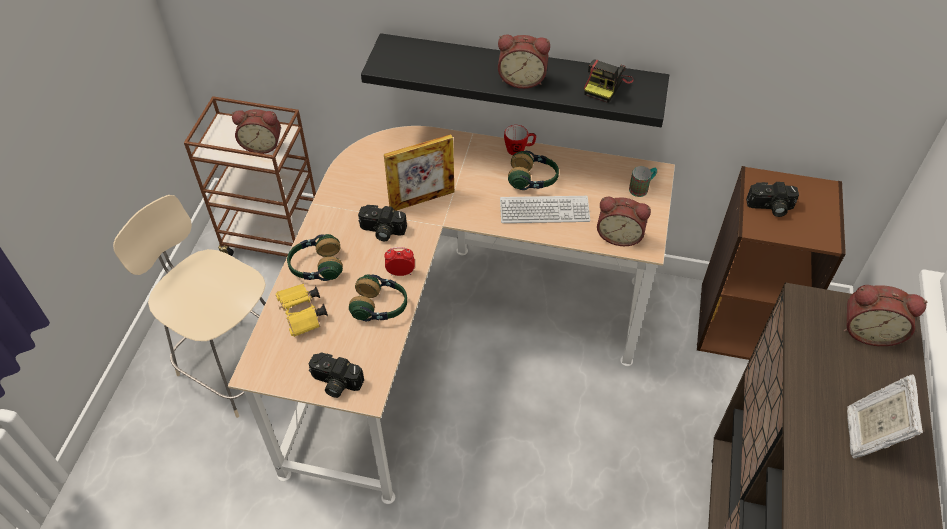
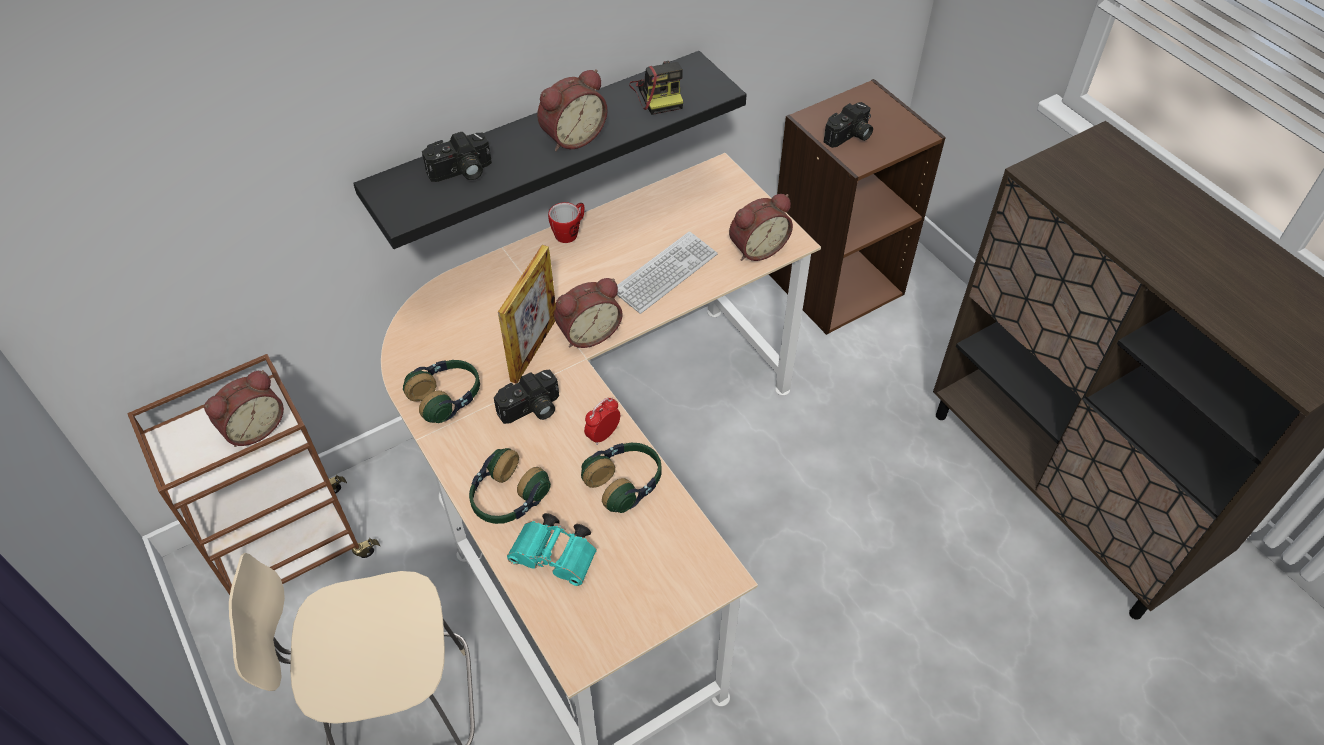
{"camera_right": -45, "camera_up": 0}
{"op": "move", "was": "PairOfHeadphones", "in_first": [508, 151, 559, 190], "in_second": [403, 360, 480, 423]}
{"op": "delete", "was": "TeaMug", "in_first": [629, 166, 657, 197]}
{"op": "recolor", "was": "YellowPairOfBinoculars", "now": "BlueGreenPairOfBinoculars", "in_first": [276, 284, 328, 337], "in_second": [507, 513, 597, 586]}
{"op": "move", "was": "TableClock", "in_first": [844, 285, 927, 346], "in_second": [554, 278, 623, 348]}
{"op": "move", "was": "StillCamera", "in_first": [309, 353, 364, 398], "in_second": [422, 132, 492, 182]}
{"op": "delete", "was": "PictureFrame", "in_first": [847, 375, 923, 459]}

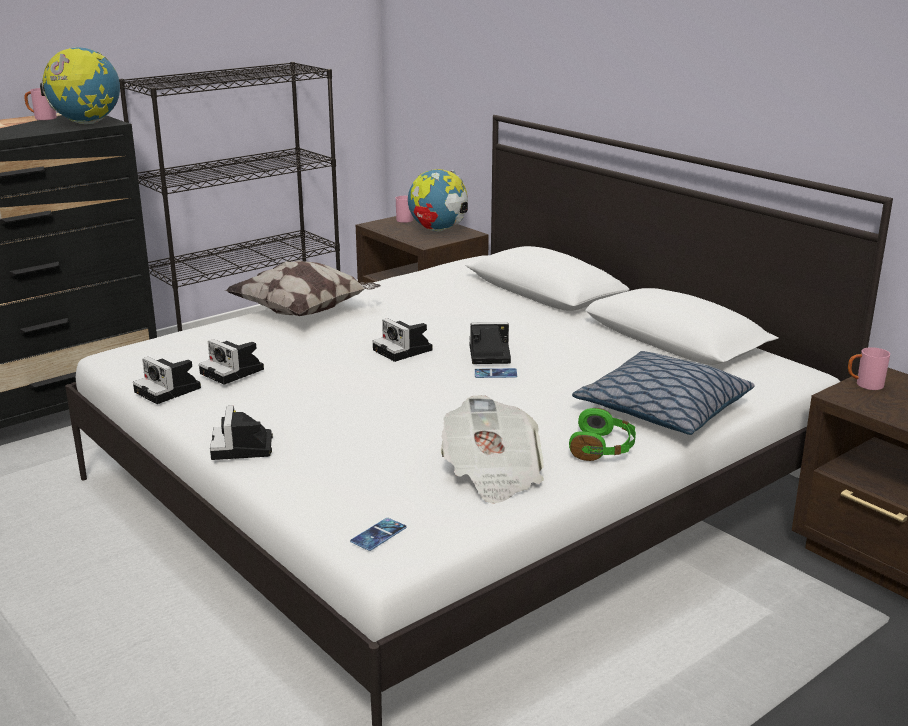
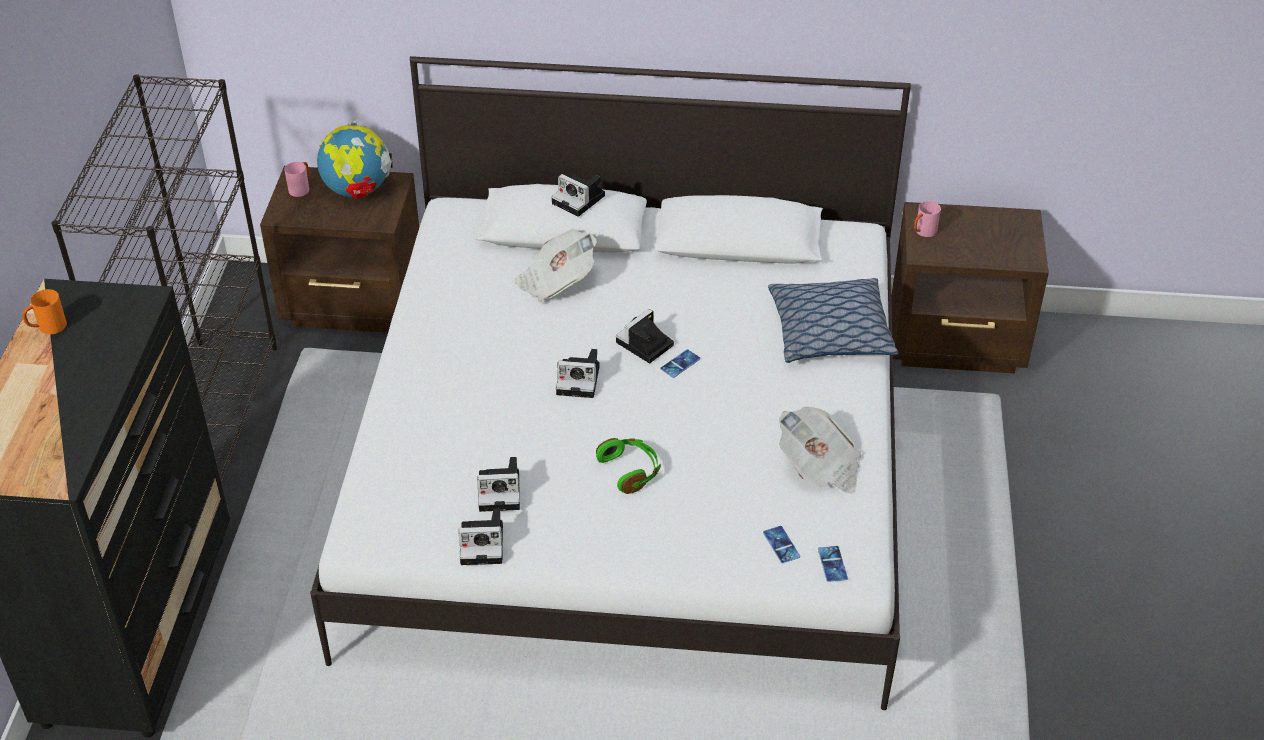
{"camera_right": -45, "camera_up": 20}
{"op": "delete", "was": "WorldGlobe", "in_first": [40, 47, 120, 124]}
{"op": "recolor", "was": "PinkishTeaMug", "now": "OrangeyTeaMug", "in_first": [24, 88, 57, 120], "in_second": [22, 289, 67, 334]}
{"op": "delete", "was": "ThrowPillow", "in_first": [225, 260, 381, 316]}
{"op": "move", "was": "StillCamera", "in_first": [210, 405, 273, 460], "in_second": [552, 174, 605, 217]}
{"op": "move", "was": "GreenColouredPairOfHeadphones", "in_first": [569, 408, 636, 461], "in_second": [596, 438, 661, 494]}
{"op": "insert", "now": "PrintedPaper", "in_second": [515, 229, 597, 302]}
{"op": "insert", "now": "Telephone", "in_second": [763, 526, 800, 563]}

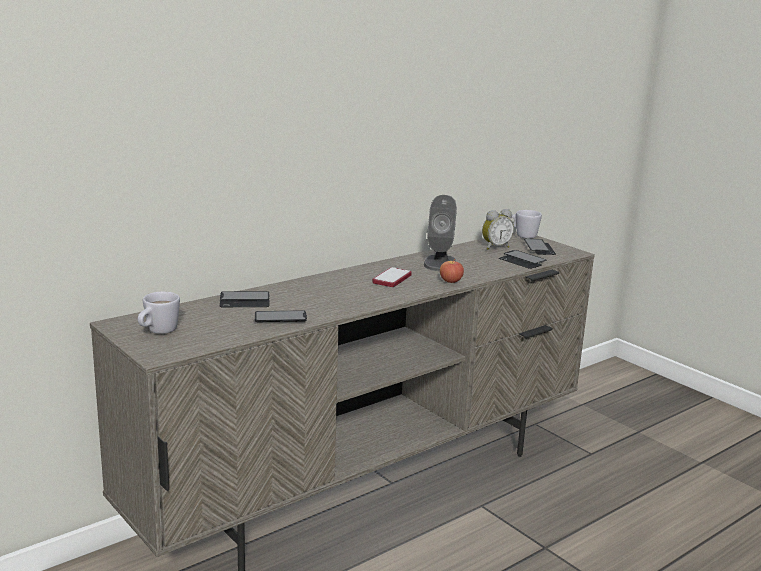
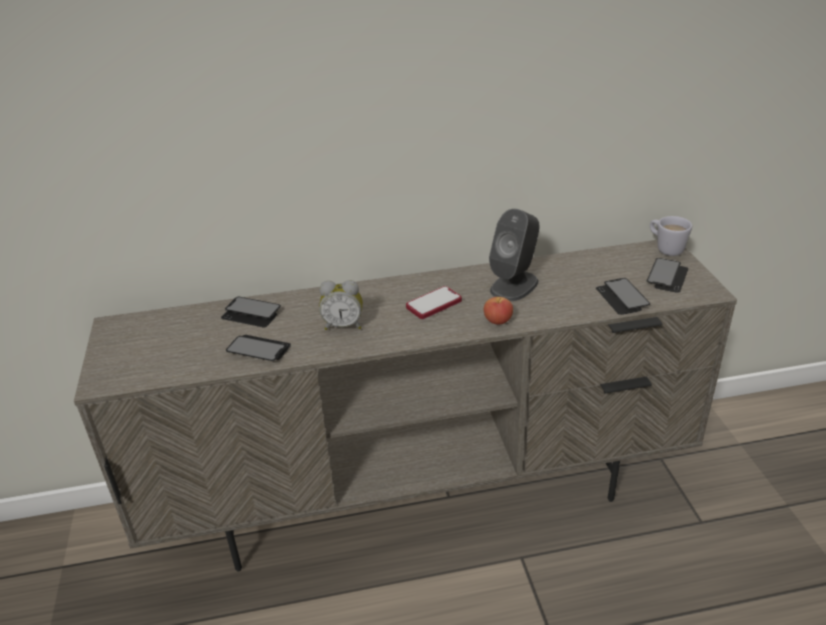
{"camera_right": 30, "camera_up": 15}
{"op": "move", "was": "TableClock", "in_first": [482, 209, 514, 250], "in_second": [319, 280, 363, 330]}
{"op": "delete", "was": "WhiteColouredTeaMug", "in_first": [138, 291, 180, 334]}

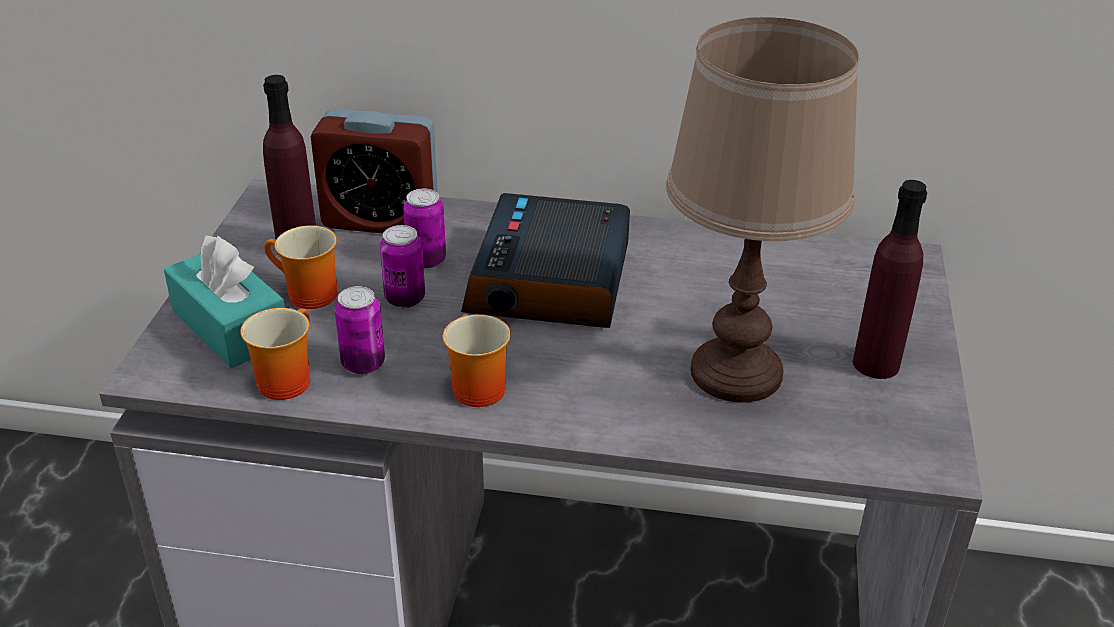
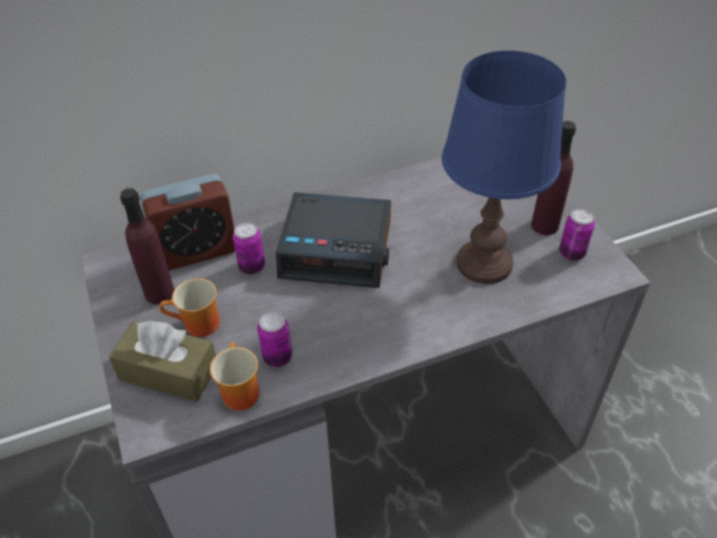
{"camera_right": -30, "camera_up": 10}
{"op": "recolor", "was": "BrownTableLamp", "now": "BlueTableLamp", "in_first": [666, 17, 859, 402], "in_second": [442, 50, 566, 284]}
{"op": "rotate", "was": "TableClock", "in_first": [461, 193, 630, 328], "in_second": [276, 192, 391, 288], "clockwise": -60}
{"op": "move", "was": "Can", "in_first": [380, 225, 425, 308], "in_second": [559, 209, 595, 261]}
{"op": "recolor", "was": "BlueGreenBoxOfTissues", "now": "BrownBoxOfTissues", "in_first": [164, 236, 285, 368], "in_second": [109, 320, 216, 402]}
{"op": "delete", "was": "TeaMug", "in_first": [443, 314, 511, 407]}

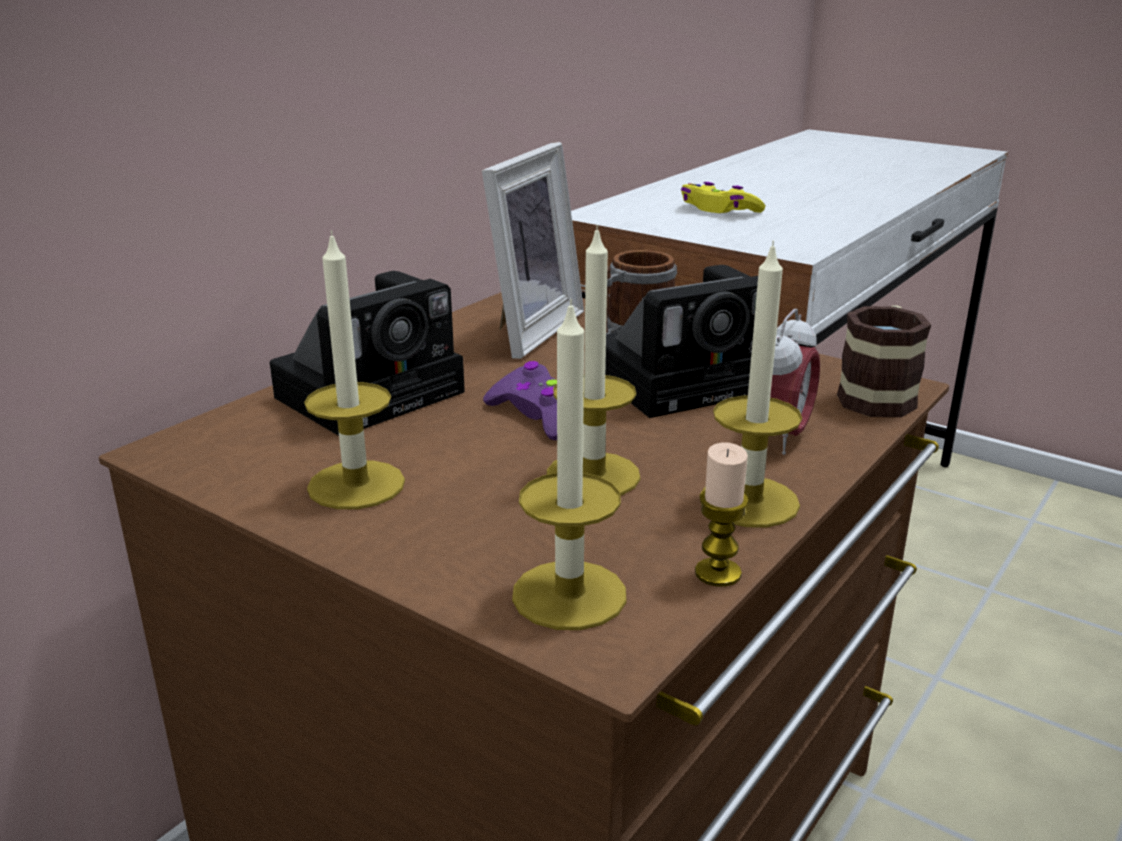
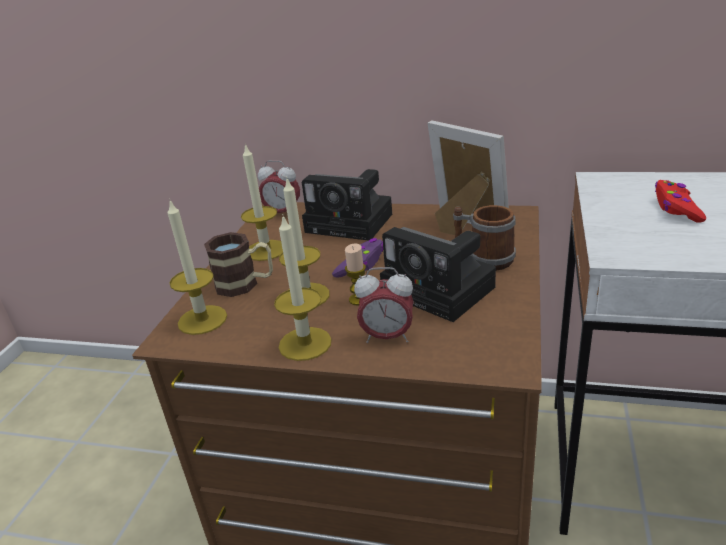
{"camera_right": 70, "camera_up": 5}
{"op": "rotate", "was": "PictureFrame", "in_first": [482, 142, 584, 359], "in_second": [427, 120, 509, 235], "clockwise": -135}
{"op": "recolor", "was": "YellowGamepad", "now": "ReddishGamepad", "in_first": [681, 182, 765, 213], "in_second": [655, 180, 706, 223]}
{"op": "move", "was": "TeaMug", "in_first": [837, 305, 931, 417], "in_second": [204, 232, 273, 297]}
{"op": "move", "was": "WaxCandle", "in_first": [695, 443, 749, 587], "in_second": [345, 244, 366, 305]}
{"op": "insert", "now": "TableClock", "in_second": [258, 160, 300, 213]}

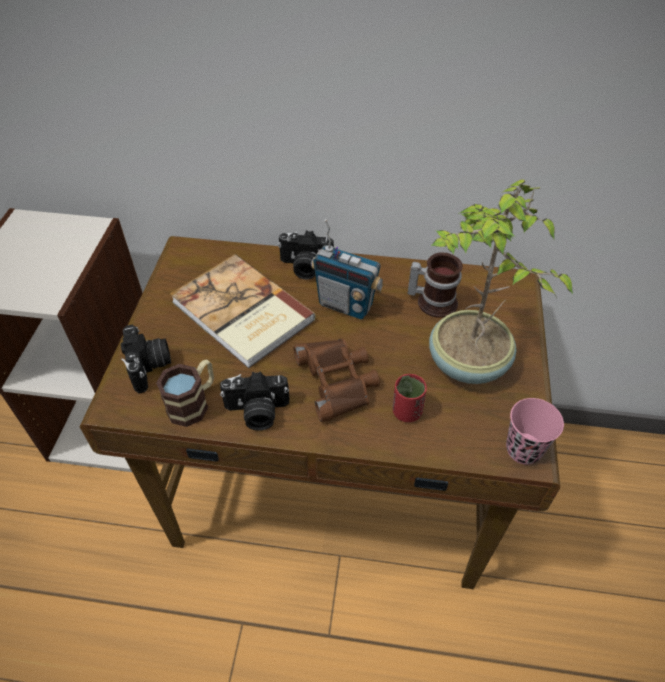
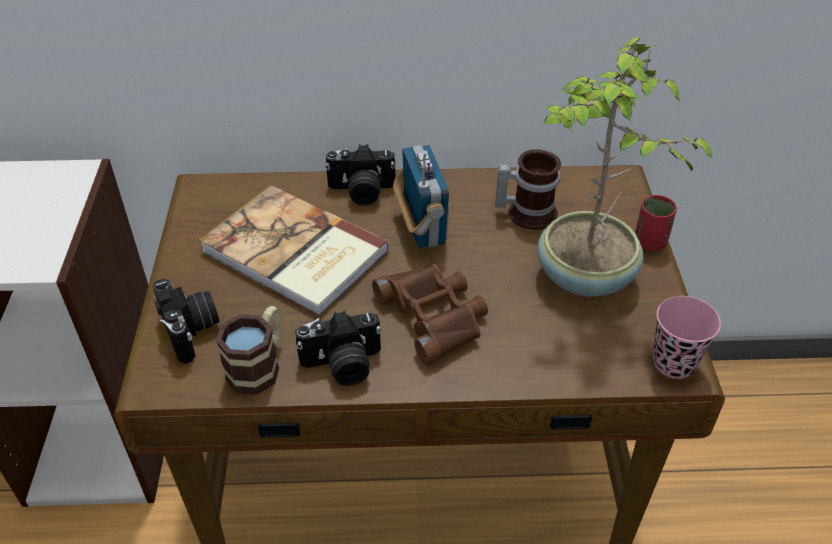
{"camera_right": -10, "camera_up": -5}
{"op": "rotate", "was": "RadioReceiver", "in_first": [311, 219, 384, 320], "in_second": [393, 145, 449, 248], "clockwise": -120}
{"op": "move", "was": "ReddishSmallCup", "in_first": [393, 374, 427, 422], "in_second": [635, 195, 677, 251]}

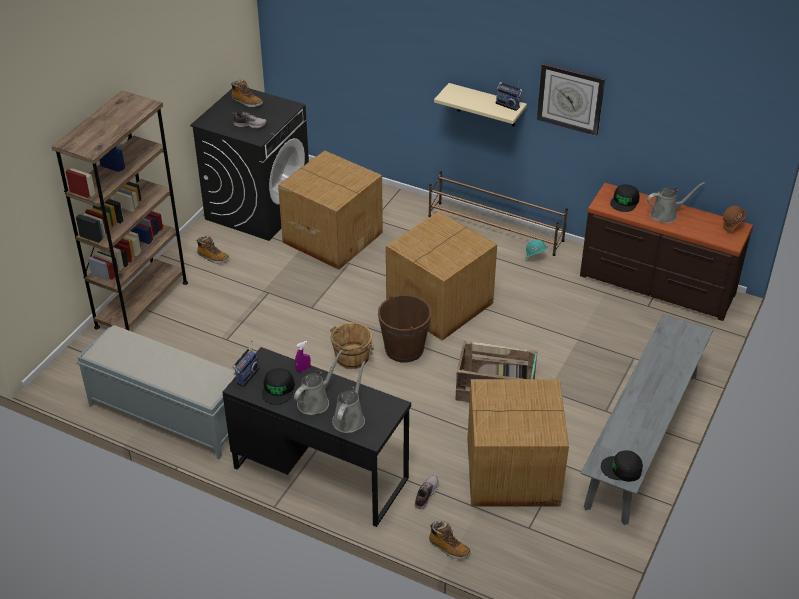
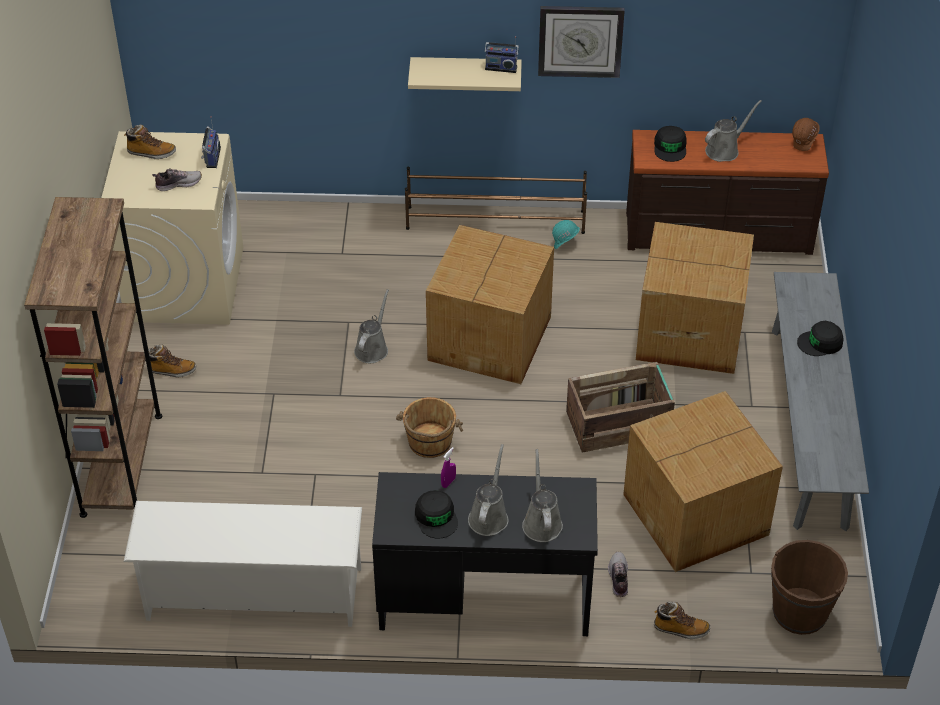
{"camera_right": -25, "camera_up": 5}
{"op": "recolor", "was": "BlackLaundryAppliance", "now": "SandColouredLaundryAppliance", "in_first": [190, 88, 309, 241], "in_second": [101, 131, 243, 325]}
{"op": "move", "was": "CardboardBox", "in_first": [278, 150, 383, 270], "in_second": [636, 222, 754, 374]}
{"op": "move", "was": "BrownWaterBucket", "in_first": [378, 295, 431, 363], "in_second": [771, 540, 848, 635]}
{"op": "replace", "was": "GreyishBench", "now": "WhiteColouredShoeRack", "in_first": [77, 325, 236, 459], "in_second": [124, 501, 362, 627]}
{"op": "move", "was": "RadioReceiver", "in_first": [233, 340, 260, 386], "in_second": [201, 116, 221, 168]}
{"op": "move", "was": "BlackCap", "in_first": [601, 450, 643, 482], "in_second": [797, 321, 843, 356]}
{"op": "insert", "now": "GreyishWateringPot", "in_second": [354, 289, 389, 363]}

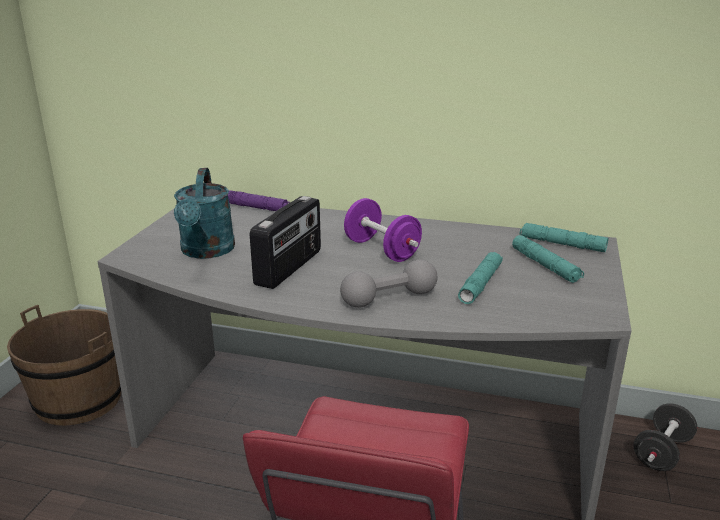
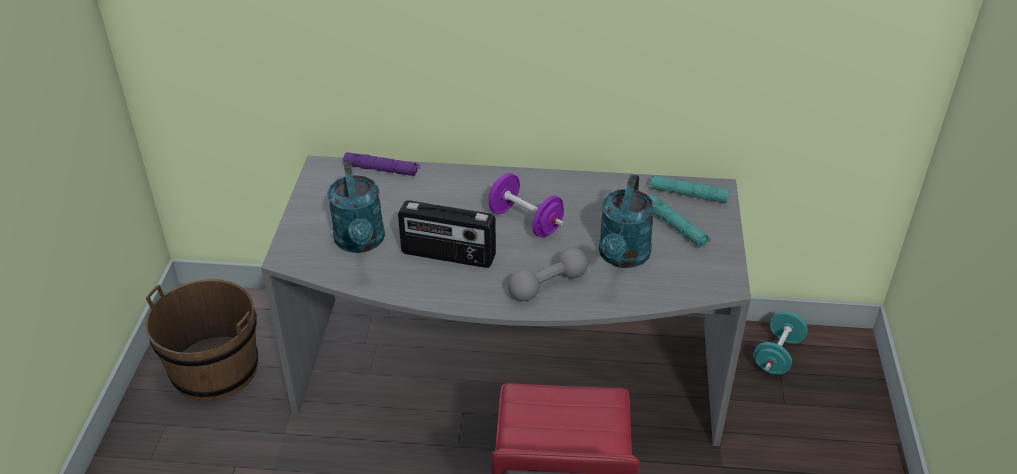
{"camera_right": -10, "camera_up": 15}
{"op": "rotate", "was": "RadioReceiver", "in_first": [250, 196, 321, 289], "in_second": [398, 200, 496, 268], "clockwise": 90}
{"op": "replace", "was": "BlueGreenFlashlight", "now": "BlueGreenWateringPot", "in_first": [458, 252, 503, 304], "in_second": [599, 174, 655, 268]}
{"op": "recolor", "was": "BlackHandWeight", "now": "BlueGreenHandWeight", "in_first": [634, 403, 697, 471], "in_second": [753, 312, 808, 375]}

